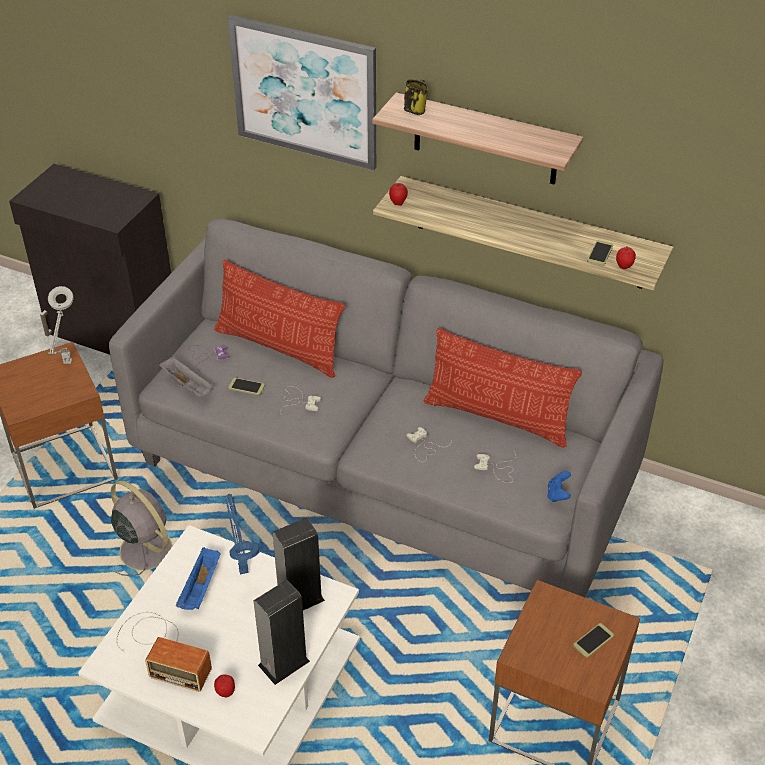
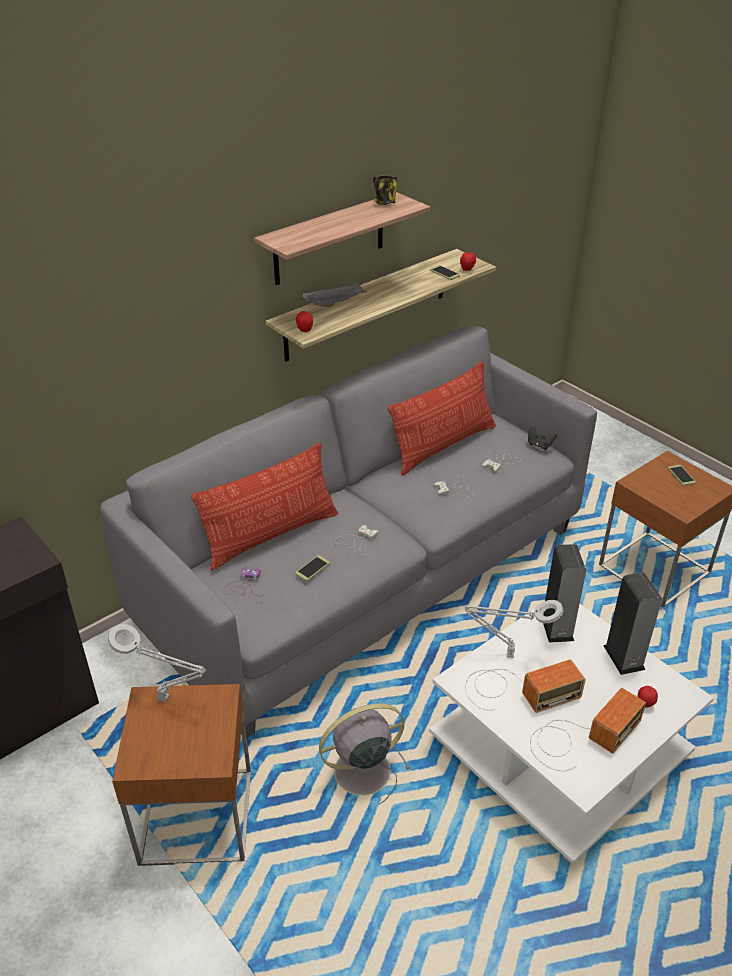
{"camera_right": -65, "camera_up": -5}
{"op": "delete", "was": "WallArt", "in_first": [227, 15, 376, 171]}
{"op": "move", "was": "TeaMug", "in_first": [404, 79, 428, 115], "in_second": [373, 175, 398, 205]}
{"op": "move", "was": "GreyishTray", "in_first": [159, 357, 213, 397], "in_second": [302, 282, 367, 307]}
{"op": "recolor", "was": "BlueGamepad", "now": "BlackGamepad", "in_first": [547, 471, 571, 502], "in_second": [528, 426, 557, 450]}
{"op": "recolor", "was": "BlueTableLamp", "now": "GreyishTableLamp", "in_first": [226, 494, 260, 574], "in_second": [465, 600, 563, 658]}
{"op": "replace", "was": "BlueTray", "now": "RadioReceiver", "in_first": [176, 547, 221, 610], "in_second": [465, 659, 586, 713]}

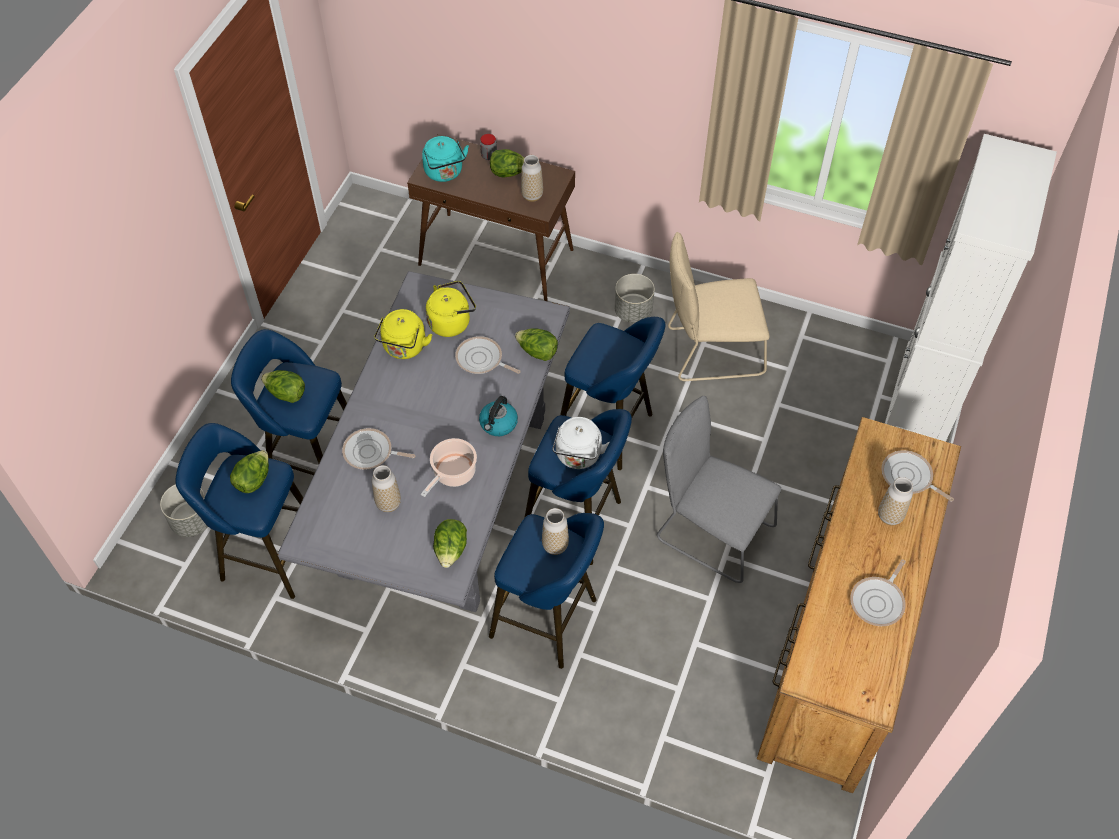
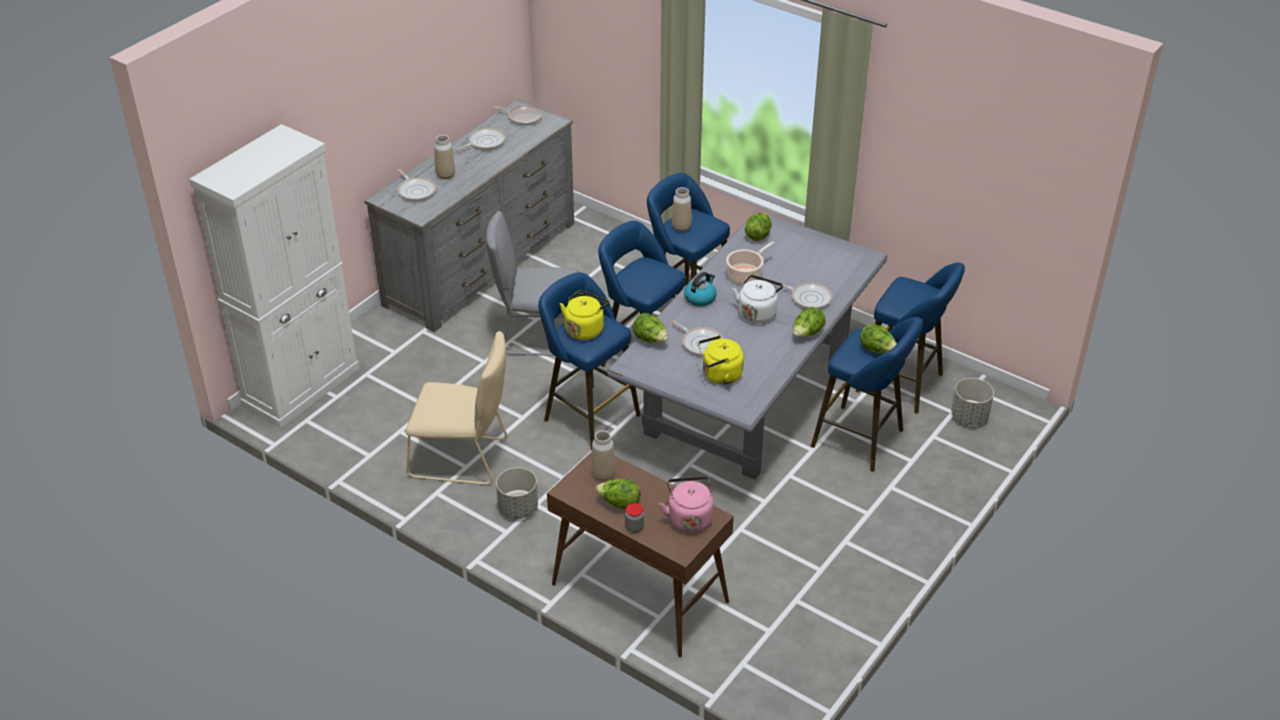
{"camera_right": -165, "camera_up": -15}
{"op": "recolor", "was": "BlueGreenKettle", "now": "PinkishKettle", "in_first": [422, 136, 469, 182], "in_second": [659, 476, 714, 532]}
{"op": "move", "was": "YellowKettle", "in_first": [374, 309, 433, 359], "in_second": [560, 290, 610, 340]}
{"op": "rotate", "was": "GreyishChair", "in_first": [657, 396, 781, 583], "in_second": [486, 211, 579, 356], "clockwise": 135}
{"op": "move", "was": "WhiteColouredKettle", "in_first": [552, 417, 610, 469], "in_second": [733, 275, 783, 323]}
{"op": "recolor", "was": "BrownDresser", "now": "GreyishDresser", "in_first": [757, 417, 961, 793], "in_second": [364, 99, 574, 332]}
{"op": "move", "was": "LettuceHead", "in_first": [230, 450, 269, 493], "in_second": [793, 307, 826, 337]}
{"op": "delete", "was": "Vase", "in_first": [372, 465, 401, 512]}
{"op": "insert", "now": "Skillet", "in_second": [493, 105, 542, 125]}

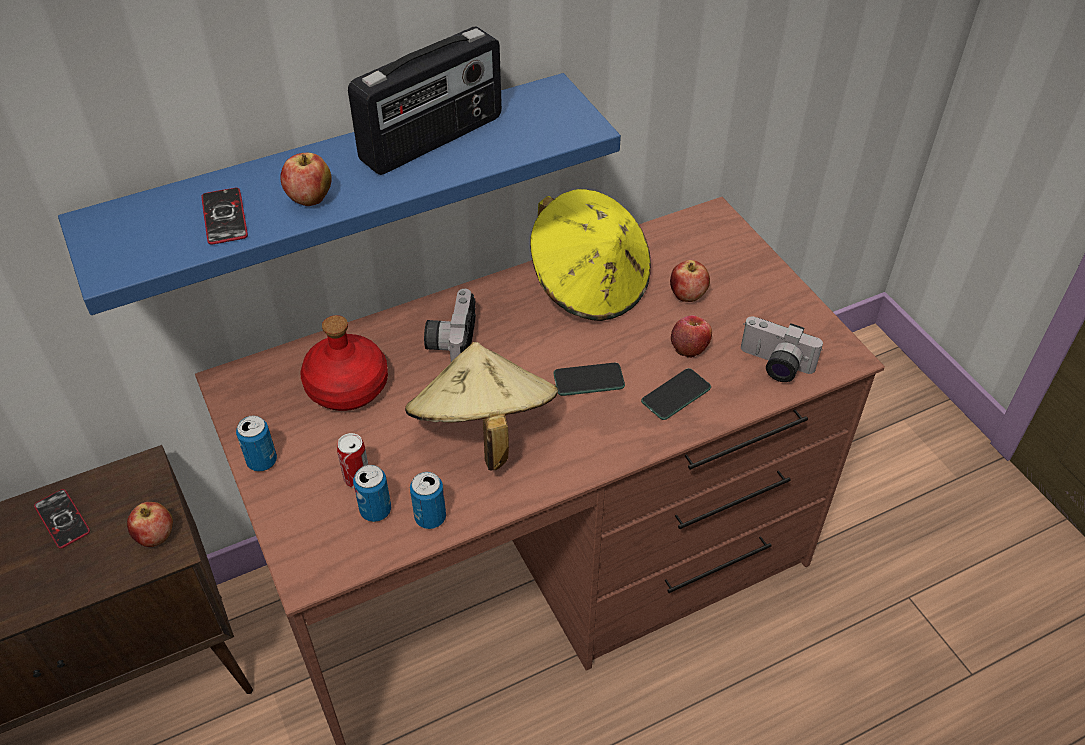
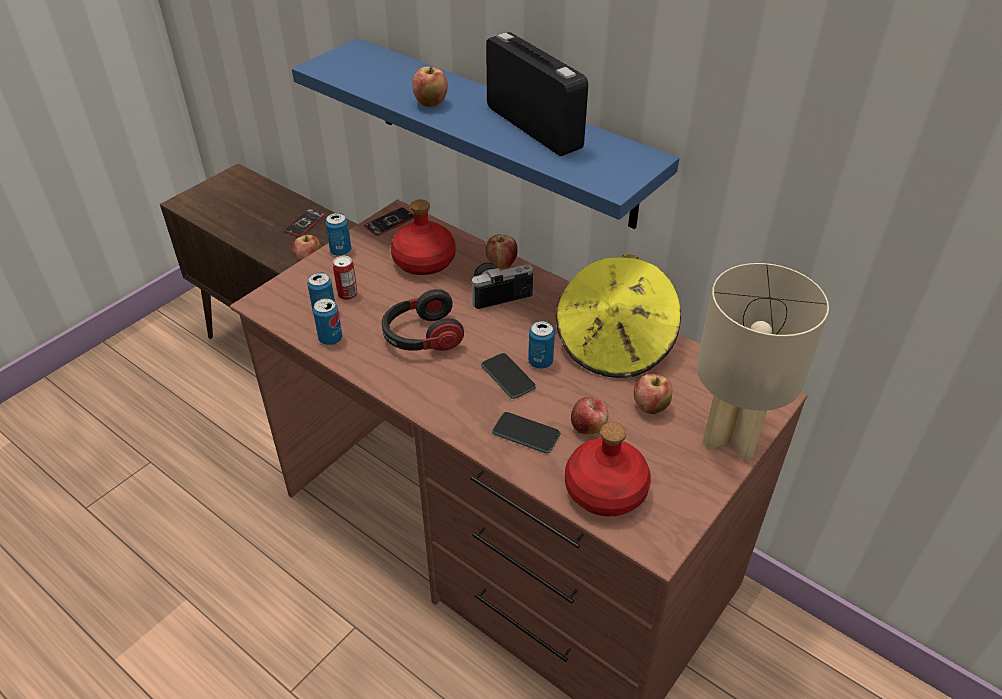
{"camera_right": 65, "camera_up": -5}
{"op": "rotate", "was": "RadioReceiver", "in_first": [348, 26, 502, 175], "in_second": [486, 32, 588, 156], "clockwise": -150}
{"op": "move", "was": "Telephone", "in_first": [201, 188, 248, 245], "in_second": [364, 207, 414, 236]}
{"op": "replace", "was": "StillCamera", "now": "ReddishBottle", "in_first": [741, 316, 823, 382], "in_second": [565, 422, 651, 517]}
{"op": "replace", "was": "SandColouredHat", "now": "PairOfHeadphones", "in_first": [405, 342, 558, 470], "in_second": [382, 289, 464, 351]}
{"op": "insert", "now": "Apple", "in_second": [486, 234, 518, 269]}
{"op": "insert", "now": "SandColouredTableLamp", "in_second": [696, 263, 829, 462]}
{"op": "insert", "now": "Can", "in_second": [528, 321, 555, 369]}

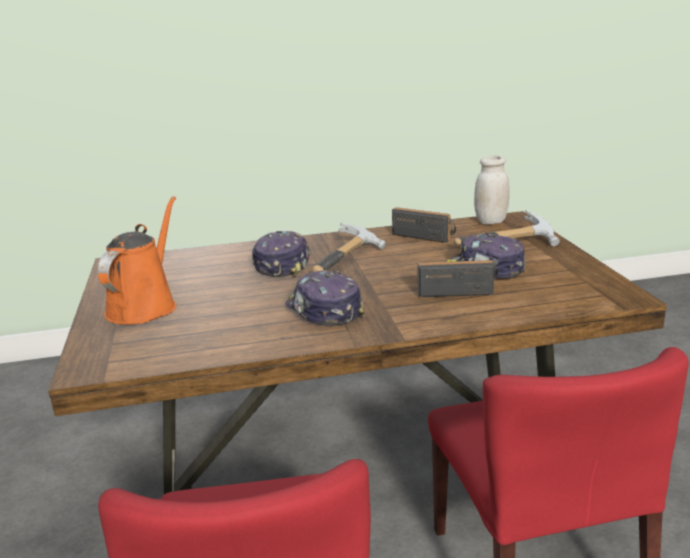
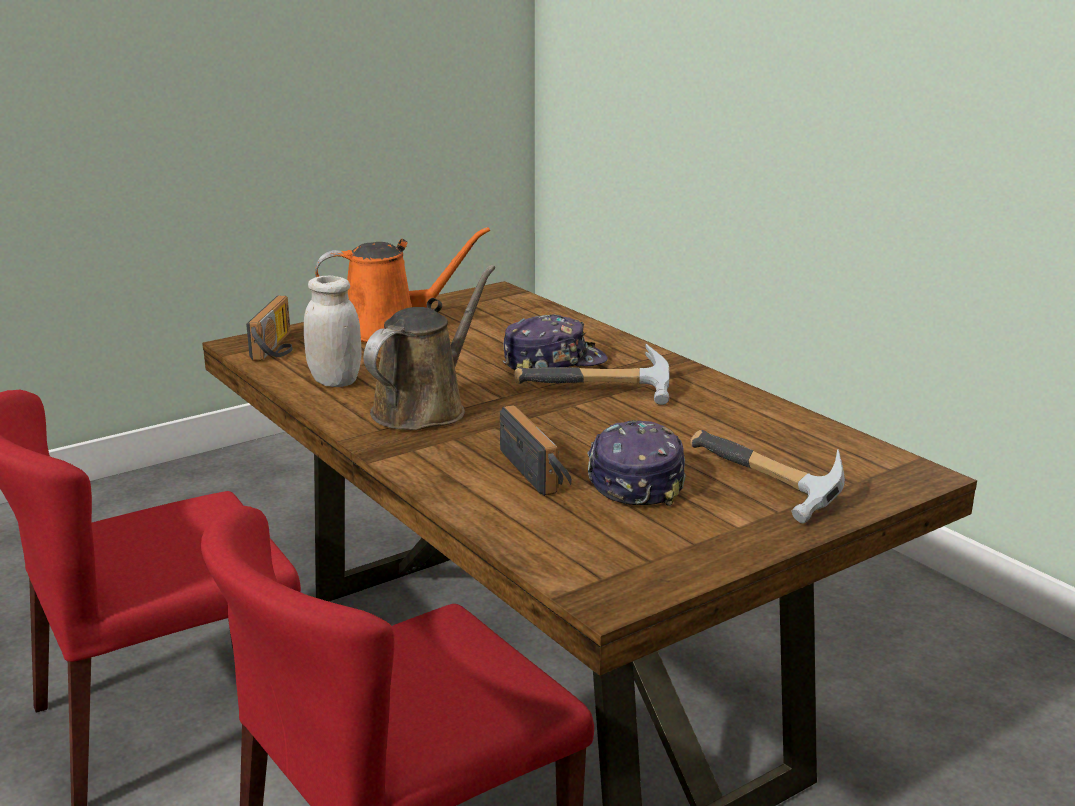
{"camera_right": 65, "camera_up": 0}
{"op": "move", "was": "WhiteColouredPreserveJar", "in_first": [474, 156, 510, 224], "in_second": [304, 276, 361, 387]}
{"op": "move", "was": "RadioReceiver", "in_first": [392, 207, 456, 243], "in_second": [246, 296, 293, 361]}
{"op": "replace", "was": "Cap", "now": "BrownWateringPot", "in_first": [285, 271, 364, 326], "in_second": [364, 265, 495, 430]}

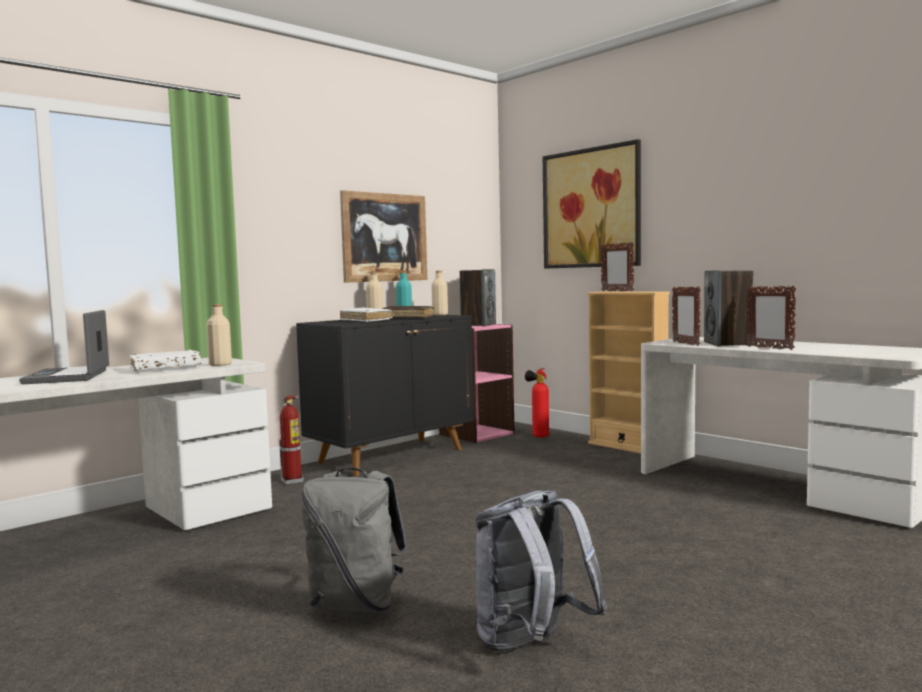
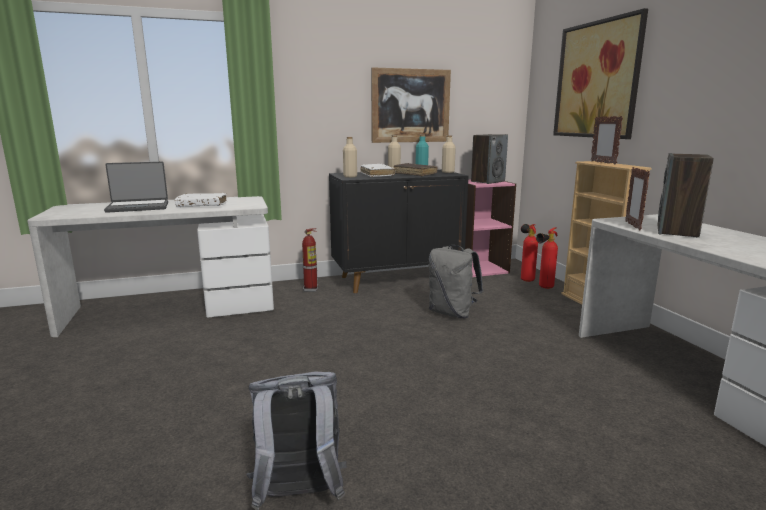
{"camera_right": 25, "camera_up": 10}
{"op": "delete", "was": "PictureFrame", "in_first": [746, 286, 796, 350]}
{"op": "move", "was": "SandColouredBottle", "in_first": [206, 304, 232, 366], "in_second": [343, 137, 357, 178]}
{"op": "rotate", "was": "Laptop", "in_first": [19, 310, 109, 384], "in_second": [104, 162, 168, 213], "clockwise": -120}
{"op": "move", "was": "GreyishRucksack", "in_first": [301, 468, 407, 612], "in_second": [429, 245, 483, 318]}
{"op": "insert", "now": "FireFightingCylinder", "in_second": [536, 227, 558, 289]}

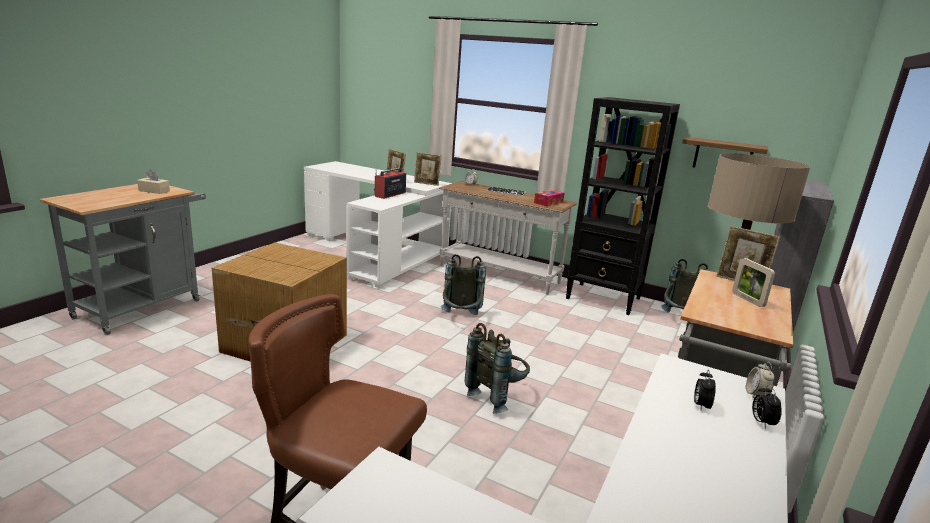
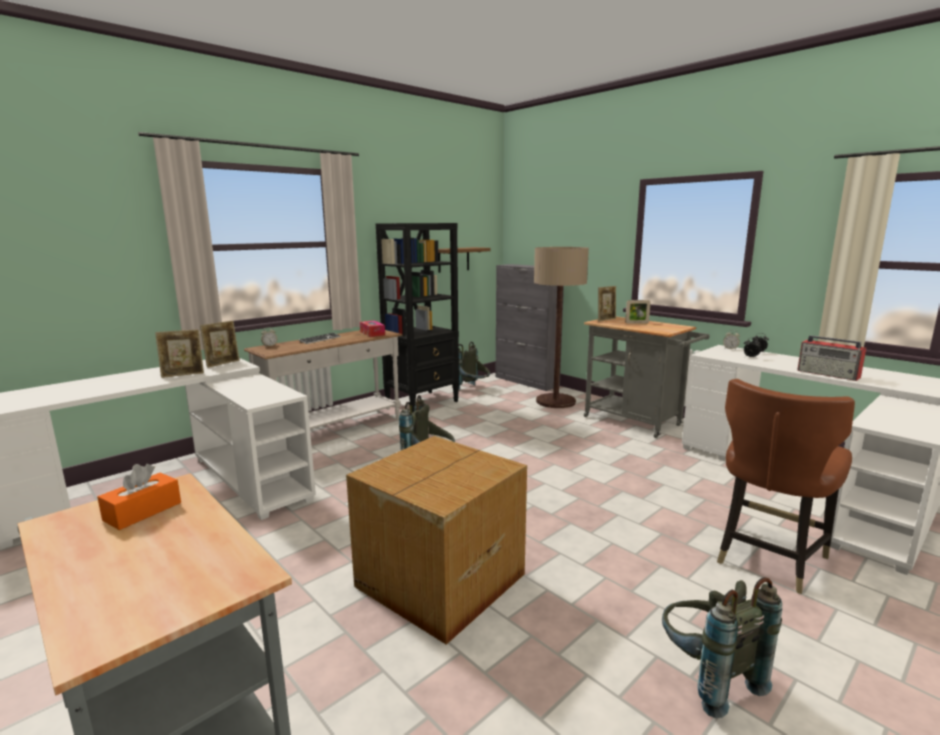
{"camera_right": -70, "camera_up": -5}
{"op": "move", "was": "RadioReceiver", "in_first": [374, 168, 406, 199], "in_second": [797, 335, 866, 381]}
{"op": "recolor", "was": "SandColouredBoxOfTissues", "now": "OrangeyBoxOfTissues", "in_first": [137, 170, 170, 194], "in_second": [97, 464, 181, 530]}
{"op": "move", "was": "GreyishRucksack", "in_first": [465, 323, 530, 414], "in_second": [662, 577, 782, 718]}

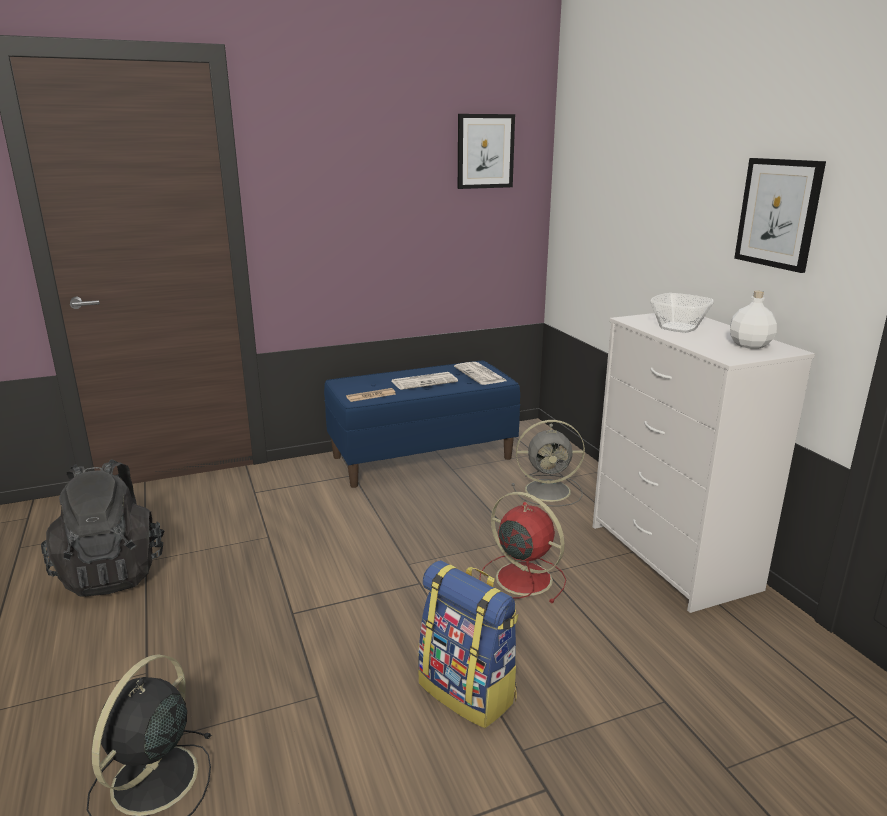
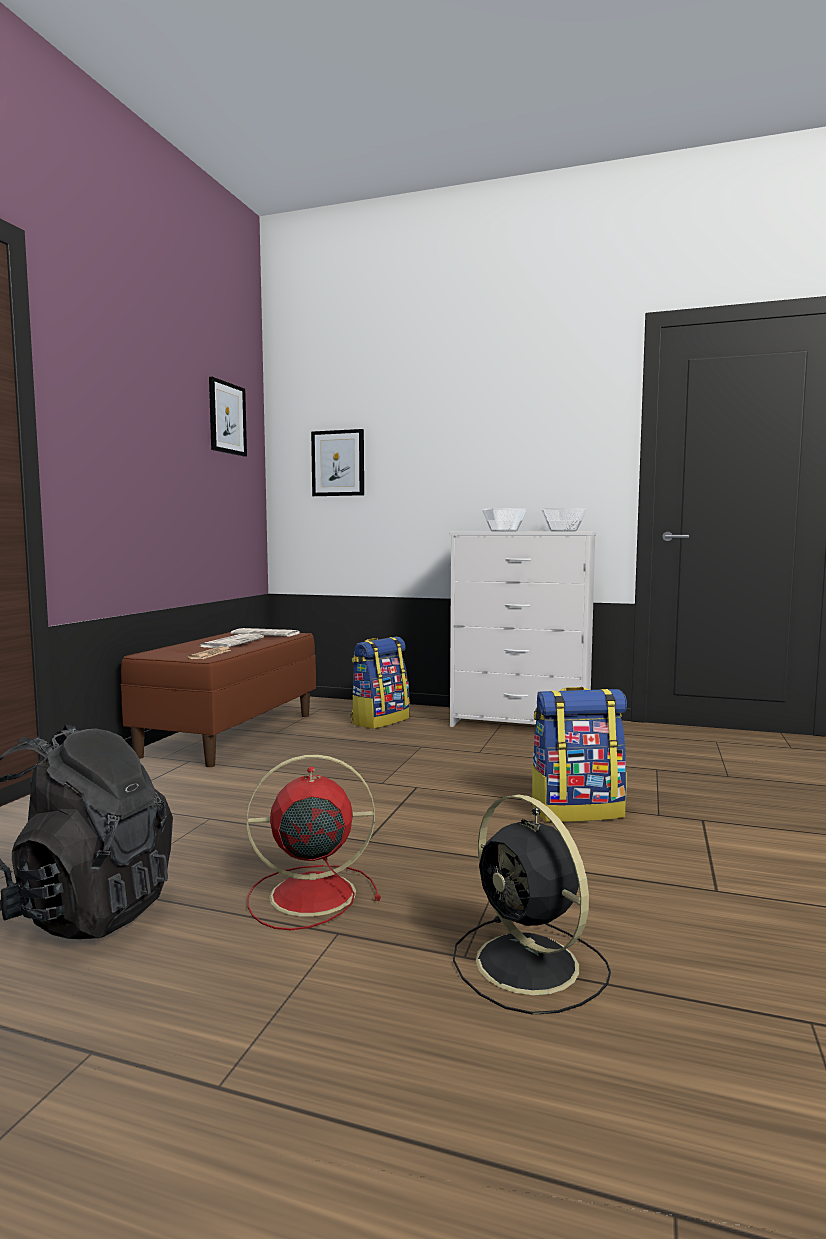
{"camera_right": -50, "camera_up": -15}
{"op": "move", "was": "WallArt", "in_first": [734, 158, 826, 273], "in_second": [311, 429, 364, 496]}
{"op": "replace", "was": "WhiteColouredBottle", "now": "ServingBowl", "in_first": [730, 291, 777, 349], "in_second": [541, 508, 587, 532]}
{"op": "recolor", "was": "BlueBench", "now": "BrownBench", "in_first": [324, 361, 520, 488], "in_second": [121, 632, 316, 767]}
{"op": "replace", "was": "GreyishCoolingFan", "now": "Rucksack", "in_first": [512, 420, 585, 506], "in_second": [351, 637, 410, 729]}
{"op": "move", "was": "ReddishCoolingFan", "in_first": [479, 492, 566, 603], "in_second": [247, 754, 381, 930]}

